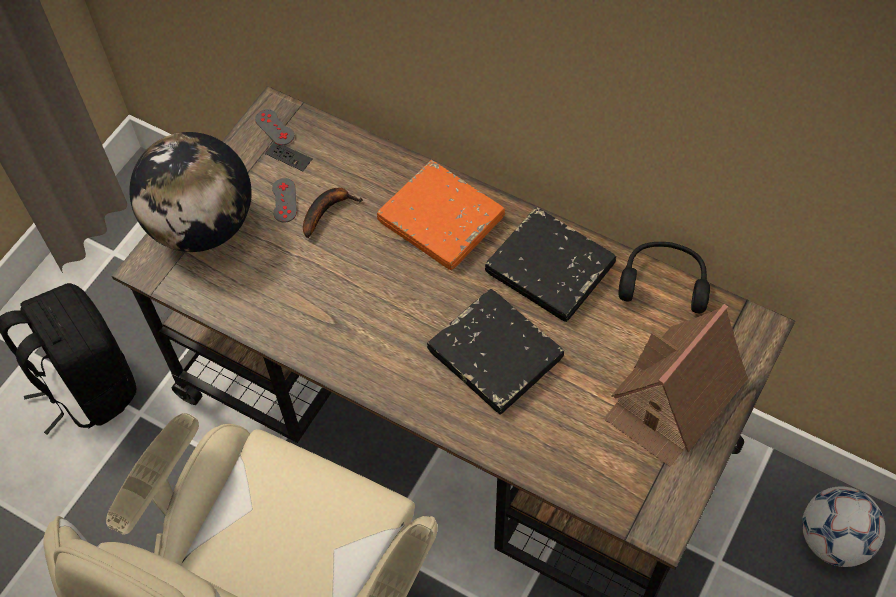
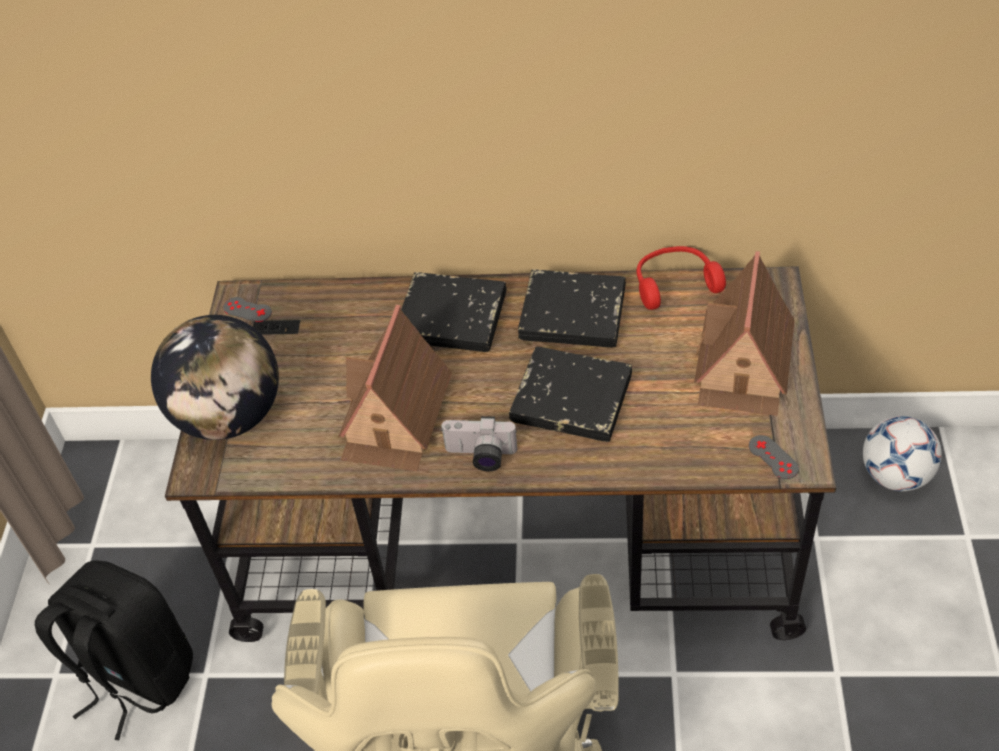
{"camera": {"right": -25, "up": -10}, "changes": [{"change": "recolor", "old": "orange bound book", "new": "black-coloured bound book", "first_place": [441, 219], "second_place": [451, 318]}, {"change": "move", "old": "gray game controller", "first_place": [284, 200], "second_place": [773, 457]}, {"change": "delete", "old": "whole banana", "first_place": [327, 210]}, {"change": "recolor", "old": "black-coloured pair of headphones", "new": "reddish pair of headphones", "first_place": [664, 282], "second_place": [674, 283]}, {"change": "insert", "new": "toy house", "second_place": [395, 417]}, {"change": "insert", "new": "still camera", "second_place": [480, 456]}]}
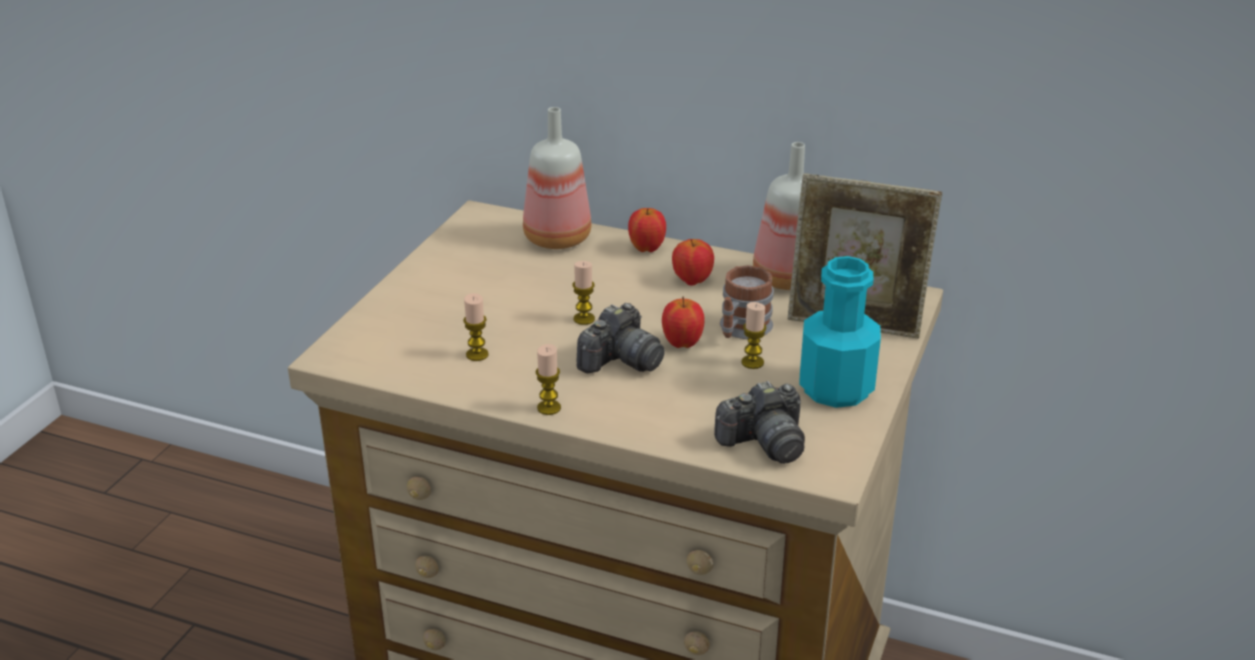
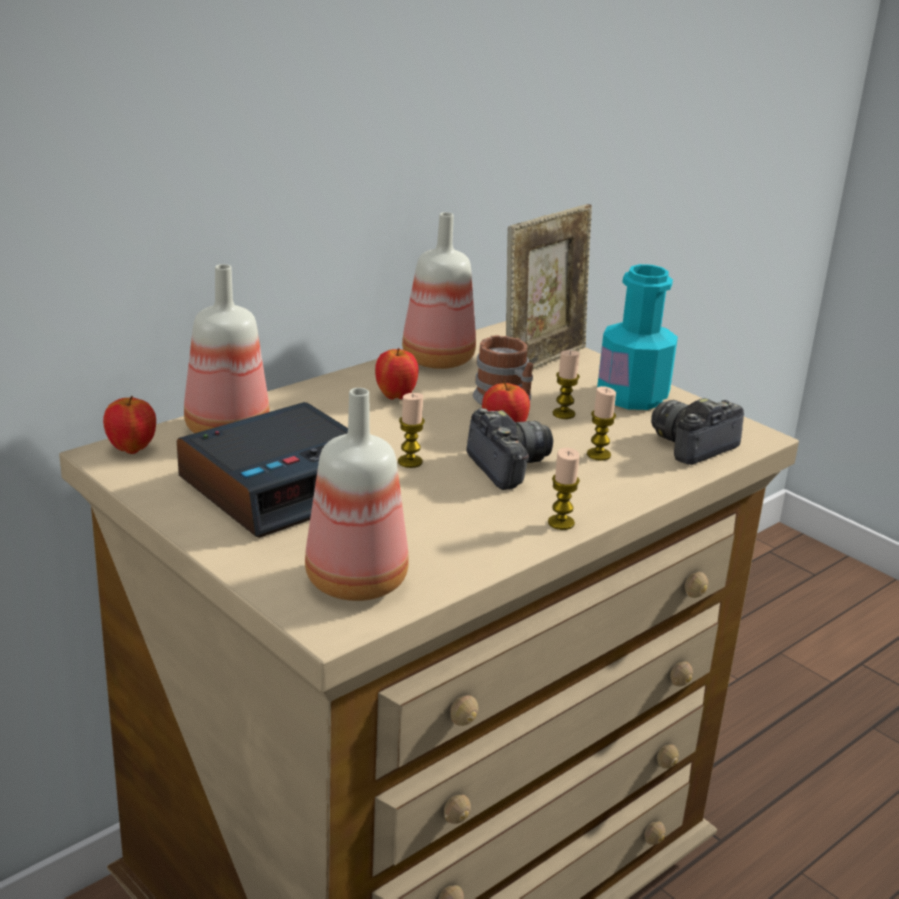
{"camera": {"right": -65, "up": -5}, "changes": [{"change": "move", "old": "whole apple", "first_place": [647, 249], "second_place": [131, 449]}, {"change": "move", "old": "candle", "first_place": [477, 355], "second_place": [598, 455]}, {"change": "rotate", "old": "still camera", "first_place": [764, 443], "second_place": [693, 446], "degrees": -135}, {"change": "insert", "new": "drink bottle", "second_place": [358, 580]}, {"change": "insert", "new": "alarm clock", "second_place": [281, 486]}]}
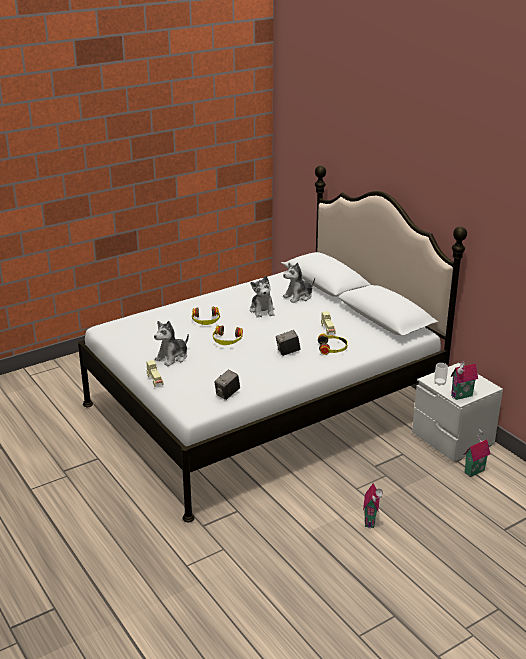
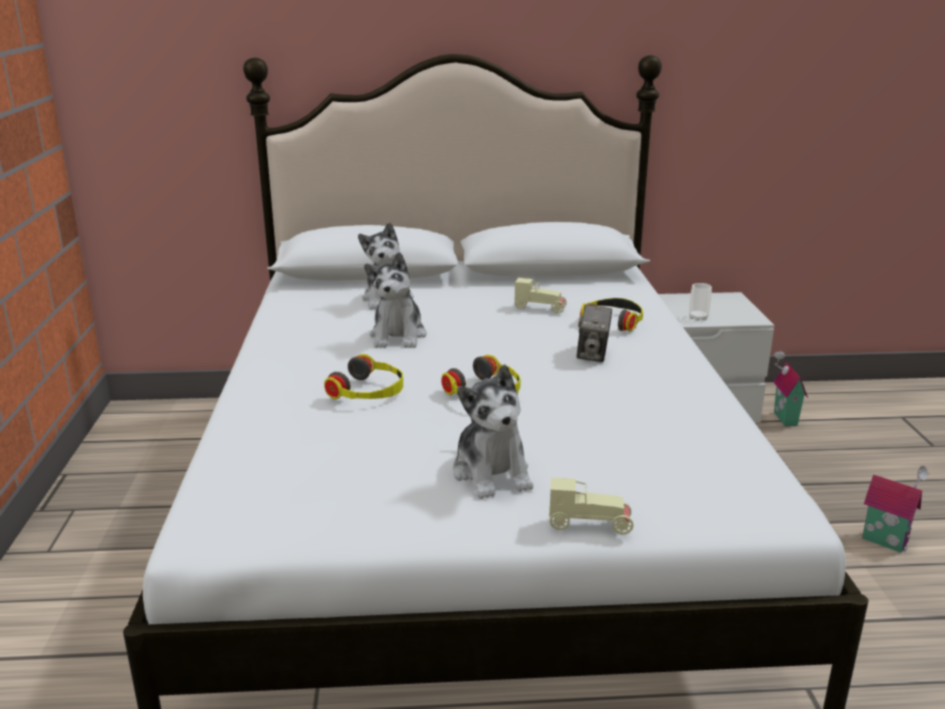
{"camera": {"right": -60, "up": -5}, "changes": [{"change": "rotate", "old": "cuddly toy", "first_place": [262, 310], "second_place": [398, 336], "degrees": 75}, {"change": "delete", "old": "toy house", "first_place": [462, 396]}, {"change": "delete", "old": "still camera", "first_place": [227, 394]}]}
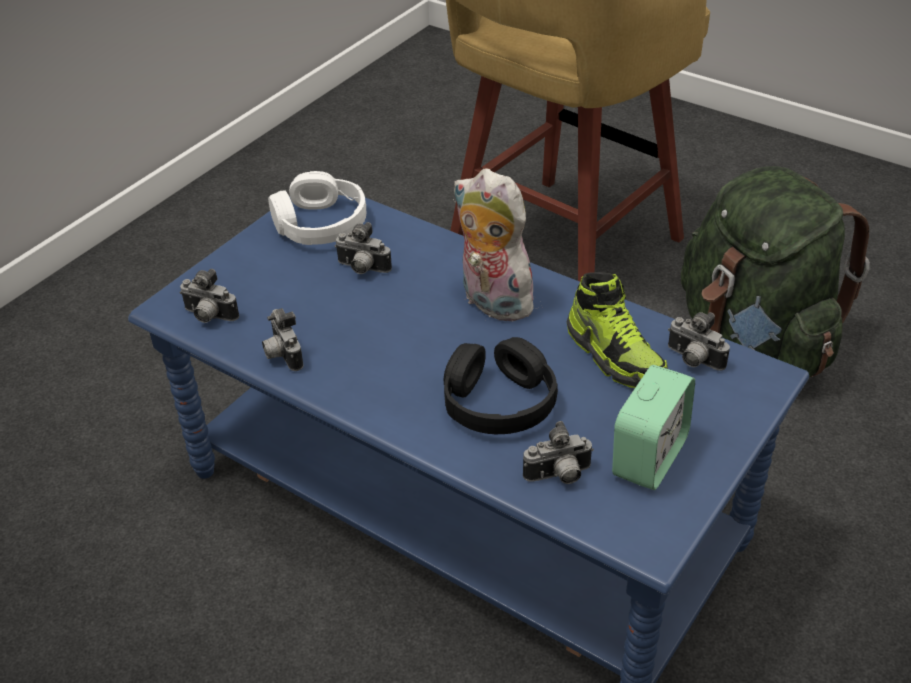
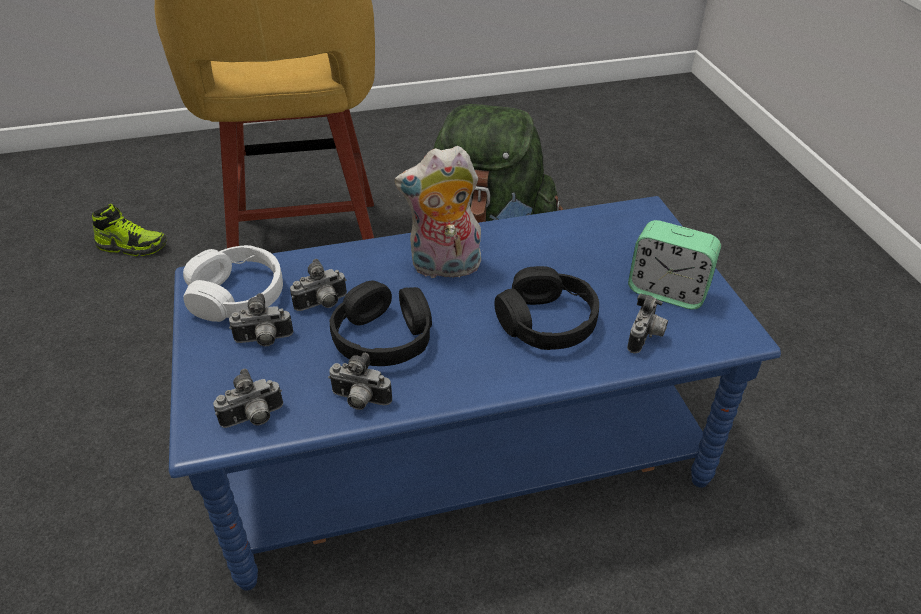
{"camera": {"right": -50, "up": 0}, "changes": [{"change": "move", "old": "item of footwear", "first_place": [615, 355], "second_place": [132, 246]}, {"change": "move", "old": "still camera", "first_place": [693, 360], "second_place": [264, 341]}, {"change": "rotate", "old": "alarm clock", "first_place": [649, 457], "second_place": [667, 291], "degrees": 135}, {"change": "insert", "new": "black-coloured pair of headphones", "second_place": [383, 337]}]}
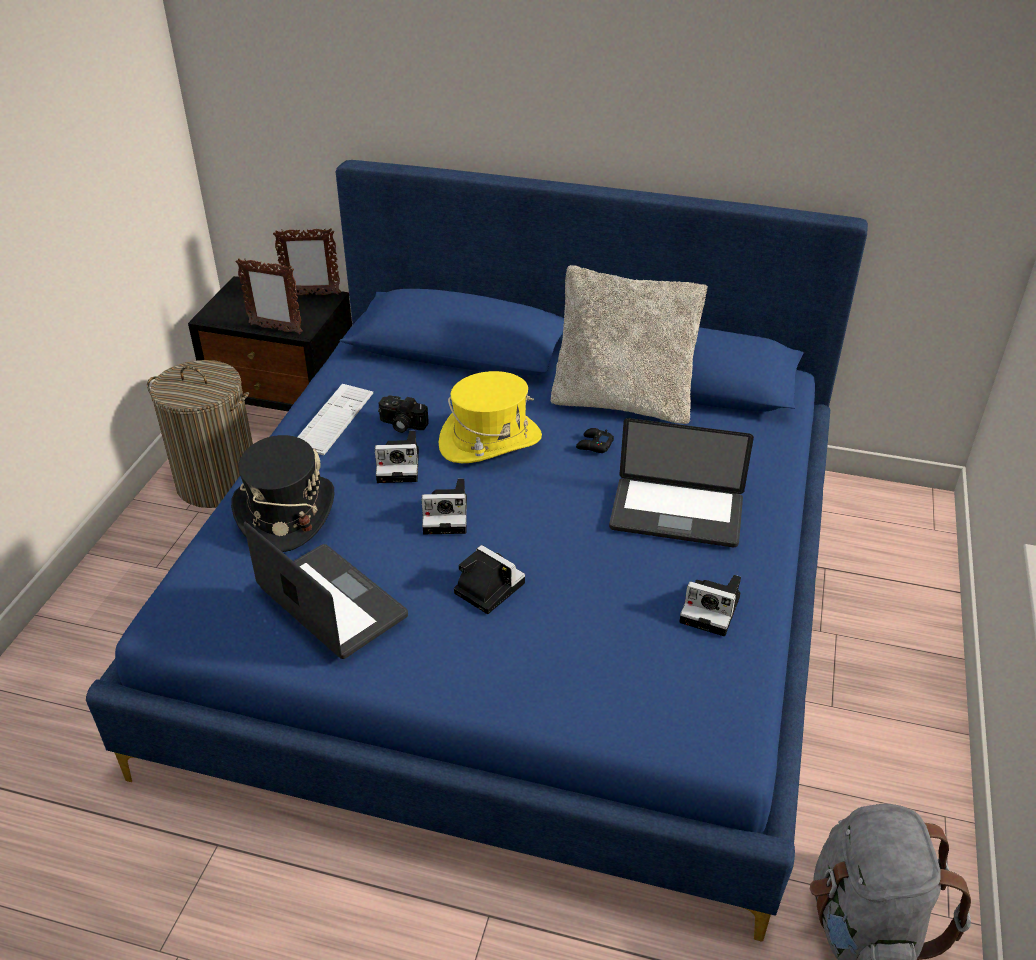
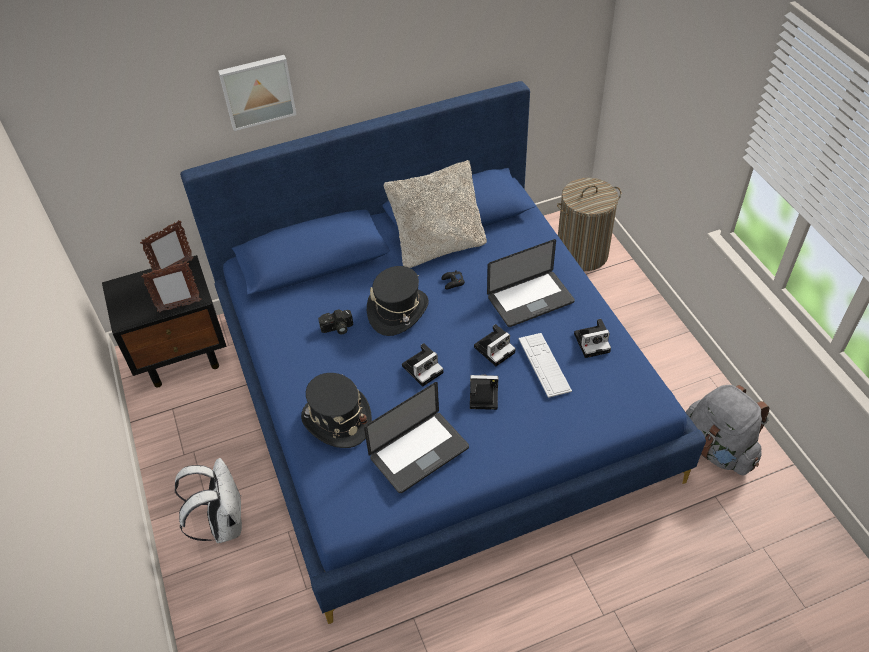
{"camera": {"right": -35, "up": 10}, "changes": [{"change": "move", "old": "washing basket", "first_place": [218, 482], "second_place": [582, 253]}, {"change": "recolor", "old": "yellowish clothing hat", "new": "black-coloured clothing hat", "first_place": [490, 441], "second_place": [398, 311]}, {"change": "move", "old": "keyboard", "first_place": [333, 419], "second_place": [544, 365]}, {"change": "move", "old": "still camera", "first_place": [400, 466], "second_place": [495, 348]}, {"change": "rotate", "old": "portable computer", "first_place": [332, 603], "second_place": [419, 453], "degrees": 135}, {"change": "insert", "new": "wall picture", "second_place": [257, 91]}, {"change": "insert", "new": "white-coloured knapsack", "second_place": [223, 523]}]}
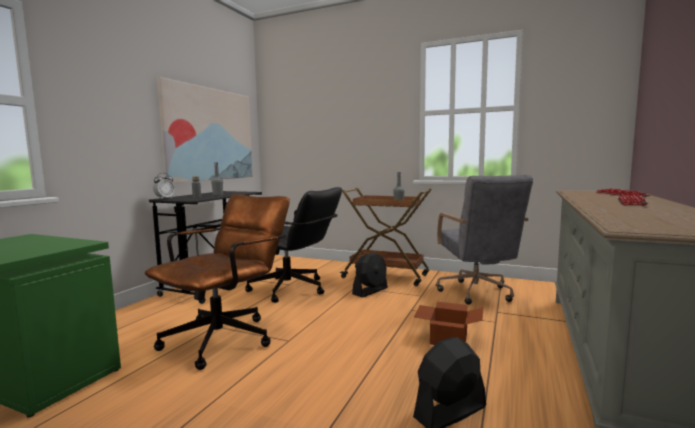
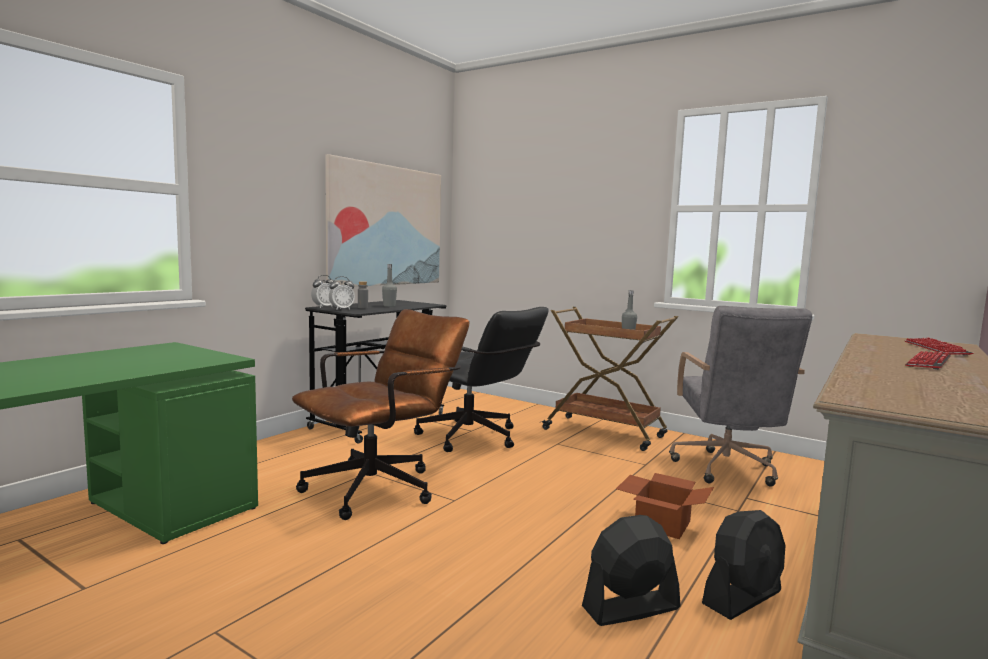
{"camera": {"right": 10, "up": 0}, "changes": [{"change": "move", "old": "black-coloured cooling fan", "first_place": [370, 291], "second_place": [742, 598]}, {"change": "insert", "new": "alarm clock", "second_place": [341, 309]}]}
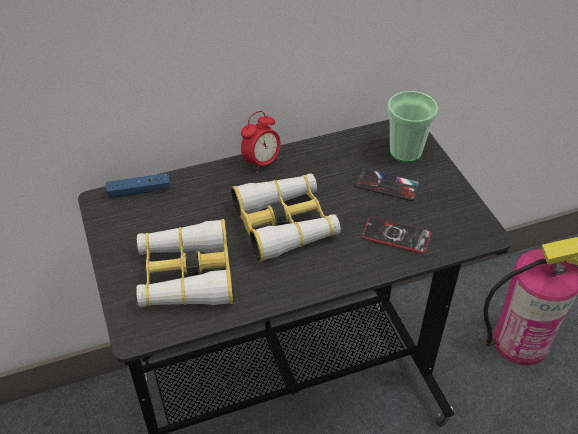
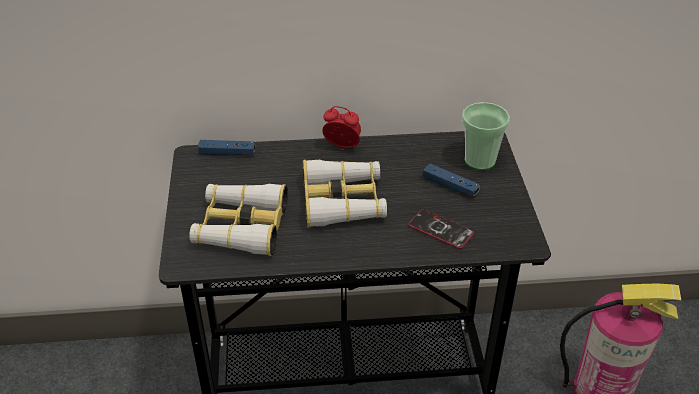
{"camera": {"right": 15, "up": -5}, "changes": [{"change": "rotate", "old": "alarm clock", "first_place": [261, 162], "second_place": [342, 148], "degrees": -135}, {"change": "replace", "old": "handset", "new": "blue game controller", "first_place": [387, 185], "second_place": [450, 186]}]}
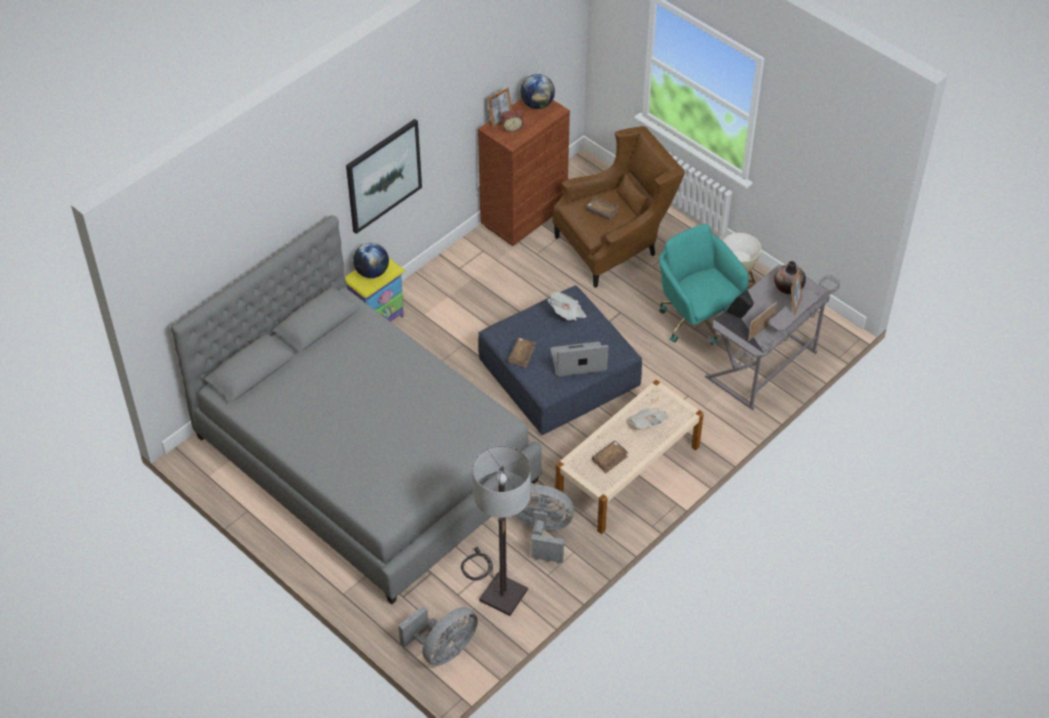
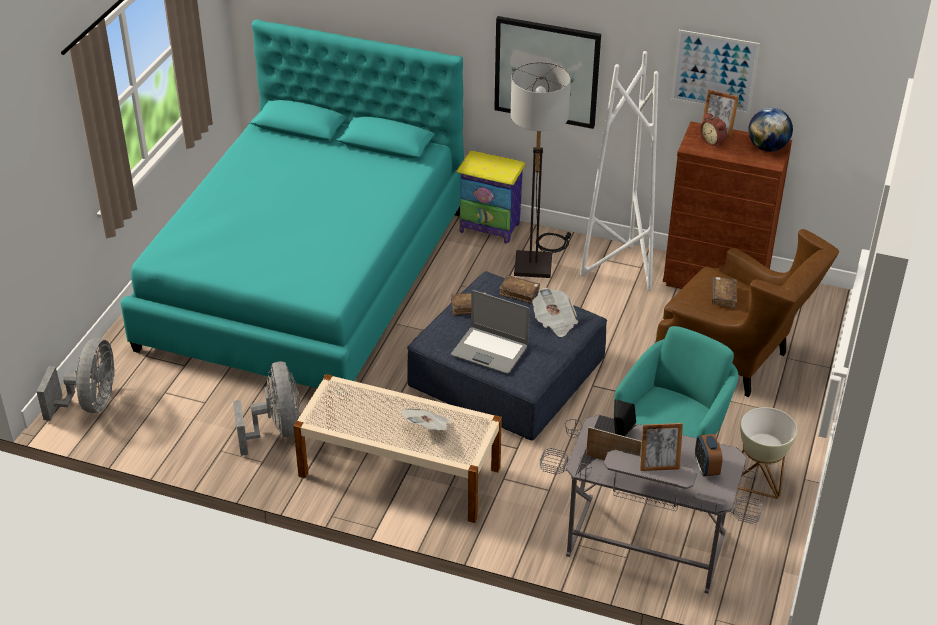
{"camera": {"right": 65, "up": -10}, "changes": [{"change": "recolor", "old": "gray bed", "new": "blue-green bed", "first_place": [366, 458], "second_place": [307, 277]}, {"change": "delete", "old": "globe", "first_place": [372, 272]}, {"change": "replace", "old": "flower vase", "new": "alarm clock", "first_place": [788, 287], "second_place": [706, 468]}, {"change": "rotate", "old": "portable computer", "first_place": [578, 361], "second_place": [490, 350], "degrees": 150}, {"change": "move", "old": "brown-coloured bound book", "first_place": [609, 459], "second_place": [519, 293]}, {"change": "move", "old": "floor lamp", "first_place": [495, 587], "second_place": [539, 259]}, {"change": "rotate", "old": "gray cooling fan", "first_place": [443, 649], "second_place": [91, 404], "degrees": -105}, {"change": "insert", "new": "wall picture", "second_place": [714, 71]}, {"change": "insert", "new": "white-coloured clothes rack", "second_place": [621, 271]}]}
